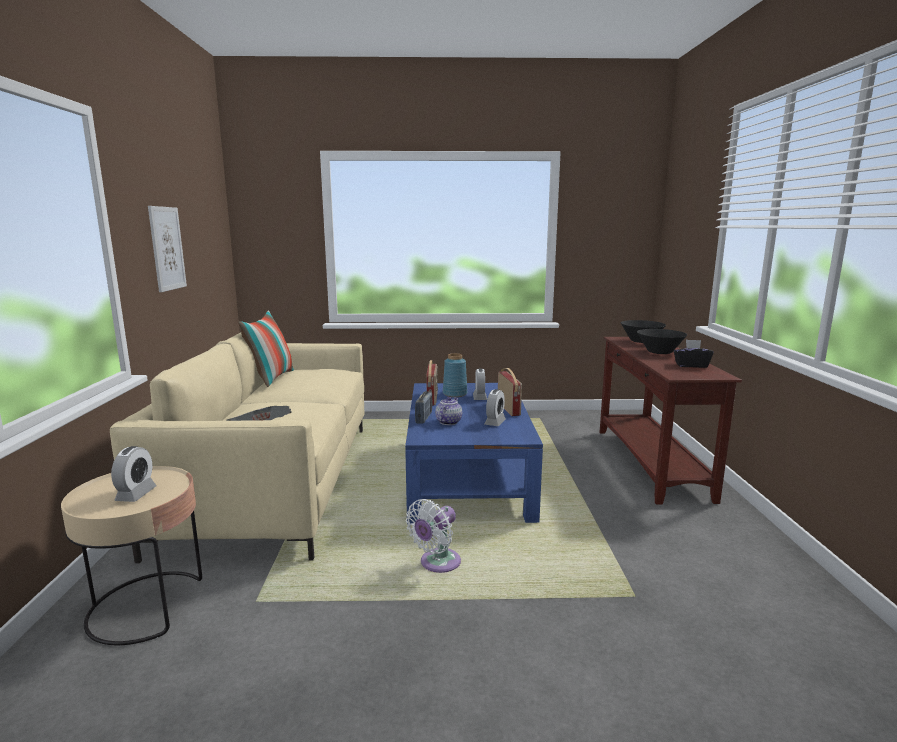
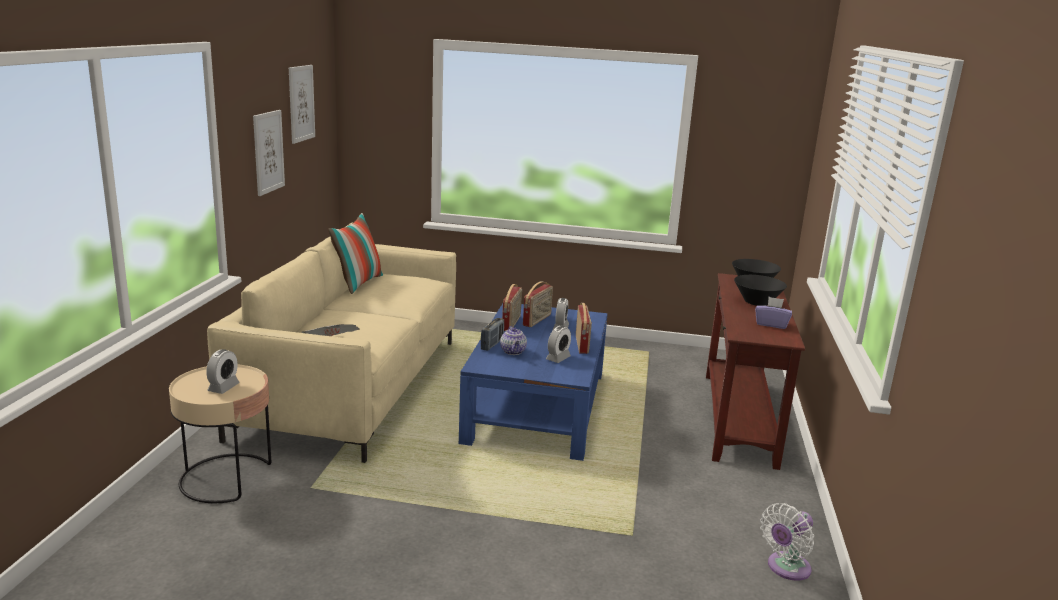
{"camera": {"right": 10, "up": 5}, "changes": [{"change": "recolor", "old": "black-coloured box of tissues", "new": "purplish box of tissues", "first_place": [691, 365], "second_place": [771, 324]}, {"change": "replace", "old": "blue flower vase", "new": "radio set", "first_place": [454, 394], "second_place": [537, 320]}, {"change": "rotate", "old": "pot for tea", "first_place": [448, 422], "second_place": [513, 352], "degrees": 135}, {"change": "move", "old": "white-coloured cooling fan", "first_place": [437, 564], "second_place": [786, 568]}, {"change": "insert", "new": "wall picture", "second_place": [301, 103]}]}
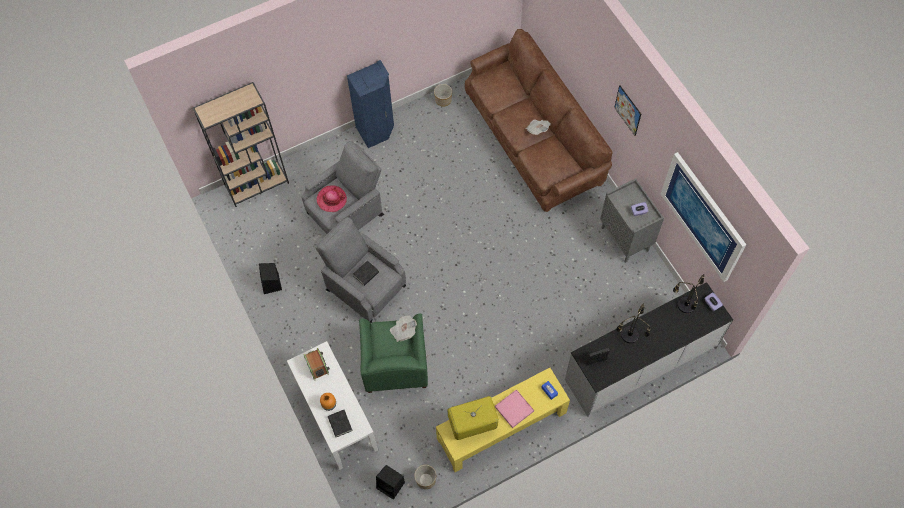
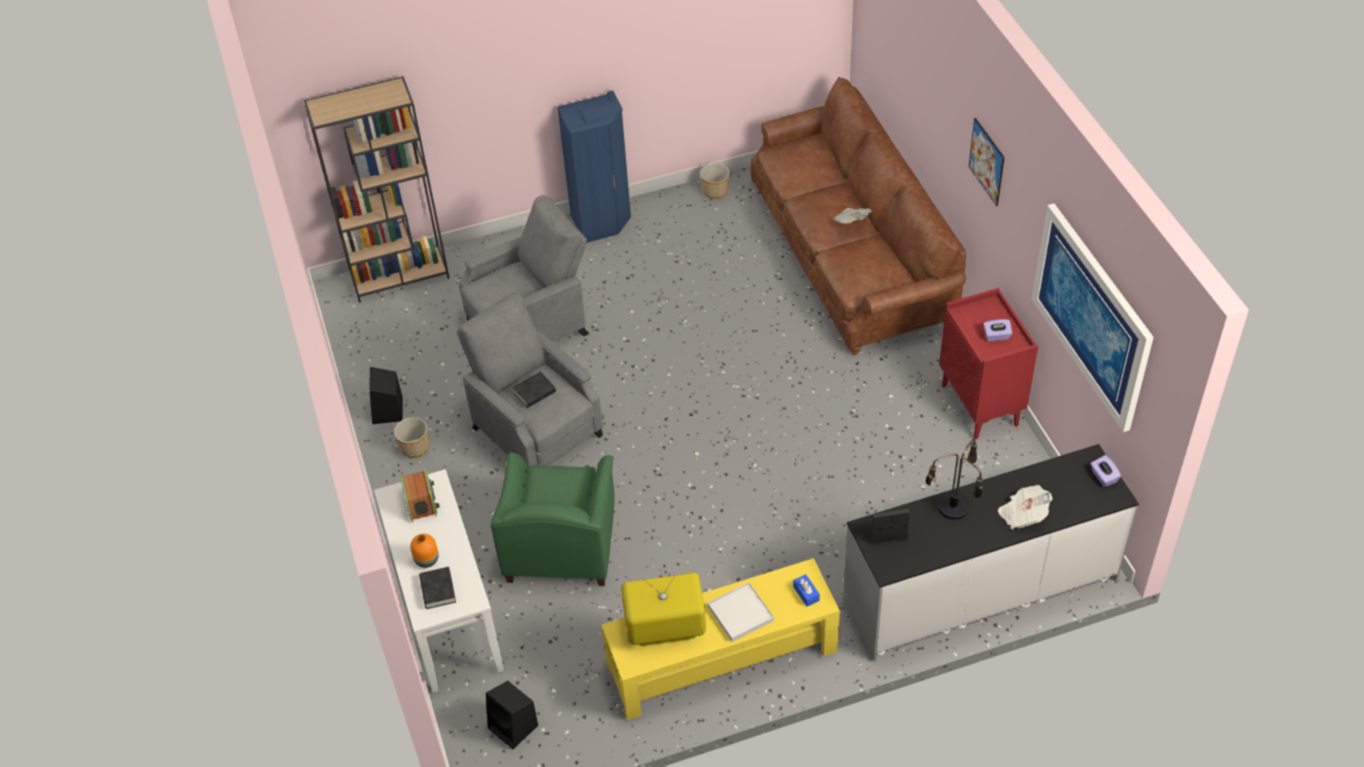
{"camera": {"right": 10, "up": -15}, "changes": [{"change": "recolor", "old": "gray storage cabinet", "new": "reddish storage cabinet", "first_place": [625, 239], "second_place": [980, 405]}, {"change": "delete", "old": "clothing hat", "first_place": [331, 199]}, {"change": "delete", "old": "tabletop lamp", "first_place": [685, 304]}, {"change": "move", "old": "newspaper", "first_place": [403, 331], "second_place": [1023, 515]}, {"change": "recolor", "old": "pink-coloured carrying tray", "new": "white-coloured carrying tray", "first_place": [514, 409], "second_place": [740, 614]}, {"change": "move", "old": "flower pot", "first_place": [425, 480], "second_place": [414, 448]}]}
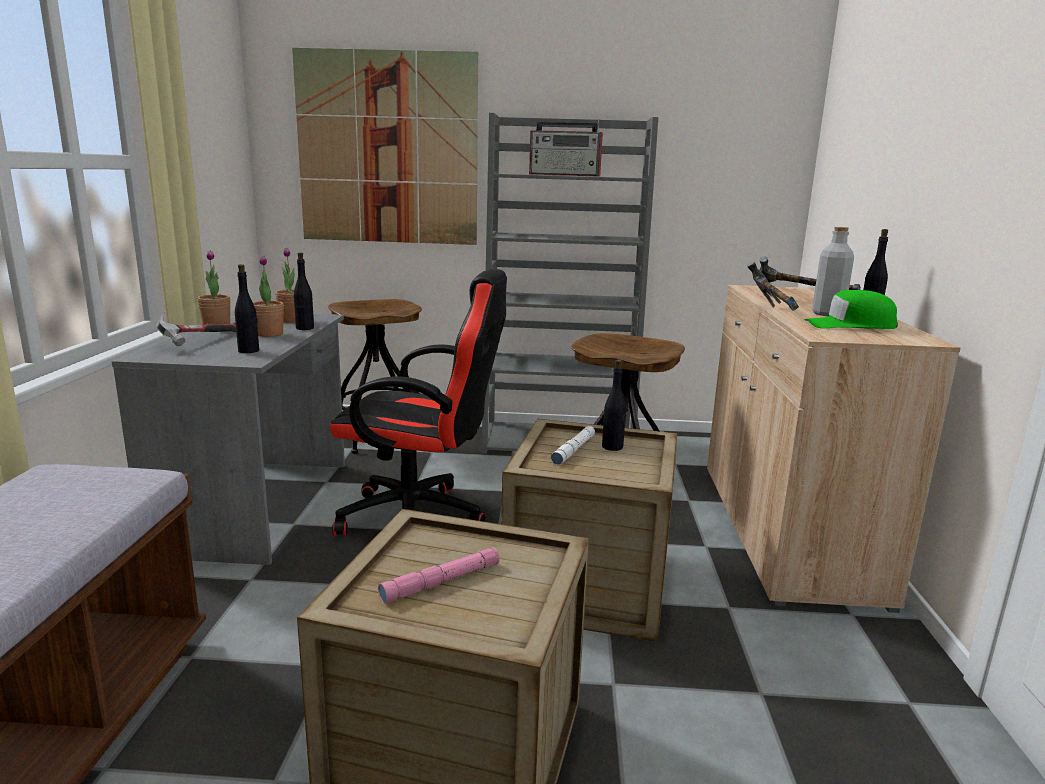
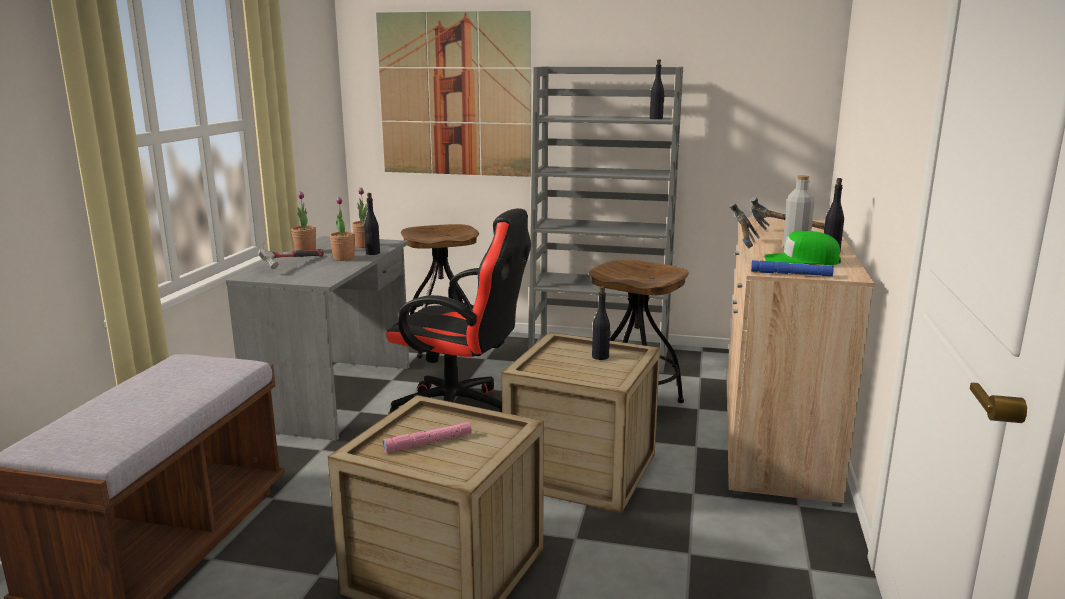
{"camera": {"right": 10, "up": 0}, "changes": [{"change": "delete", "old": "radio set", "first_place": [565, 175]}, {"change": "move", "old": "black-coloured drink bottle", "first_place": [249, 351], "second_place": [656, 118]}, {"change": "delete", "old": "white-coloured torch", "first_place": [573, 450]}, {"change": "insert", "new": "blue torch", "second_place": [791, 274]}]}
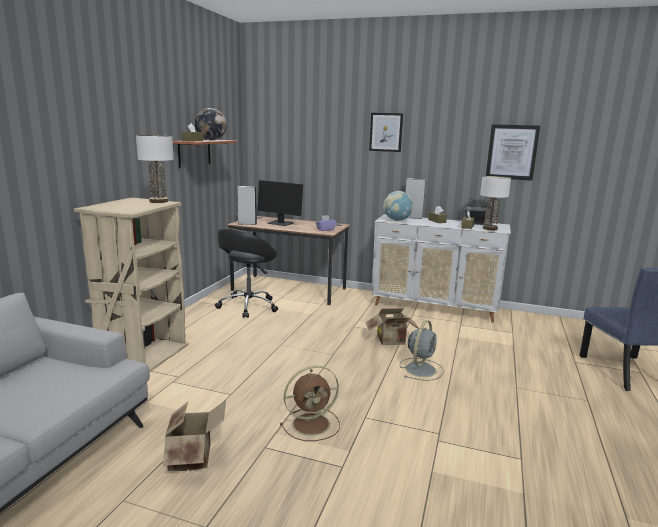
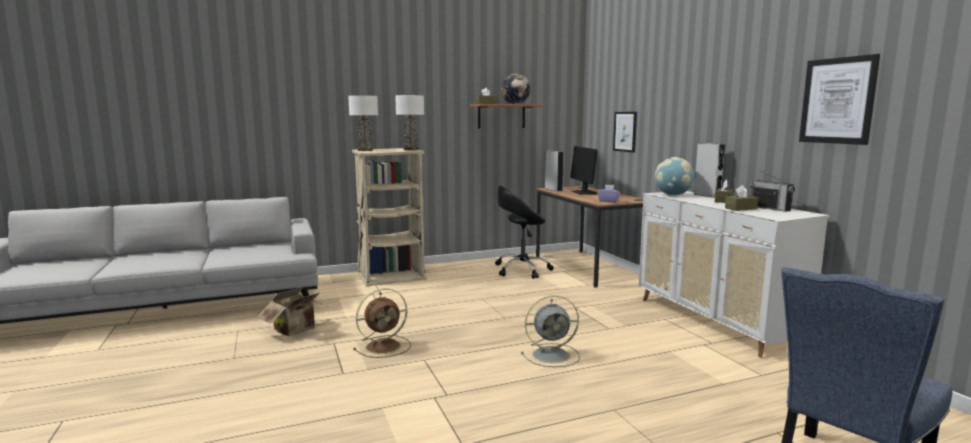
{"camera": {"right": 50, "up": -5}, "changes": [{"change": "move", "old": "wall picture", "first_place": [386, 132], "second_place": [625, 131]}, {"change": "move", "old": "tabletop lamp", "first_place": [490, 229], "second_place": [365, 150]}, {"change": "delete", "old": "carton", "first_place": [392, 342]}, {"change": "rotate", "old": "brown-coloured cooling fan", "first_place": [312, 424], "second_place": [385, 346], "degrees": -60}]}
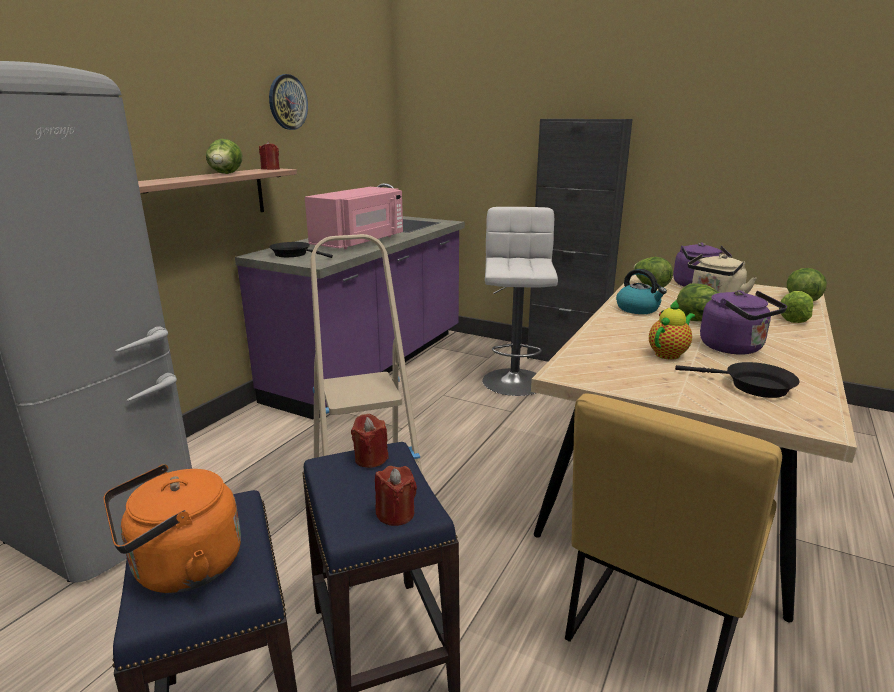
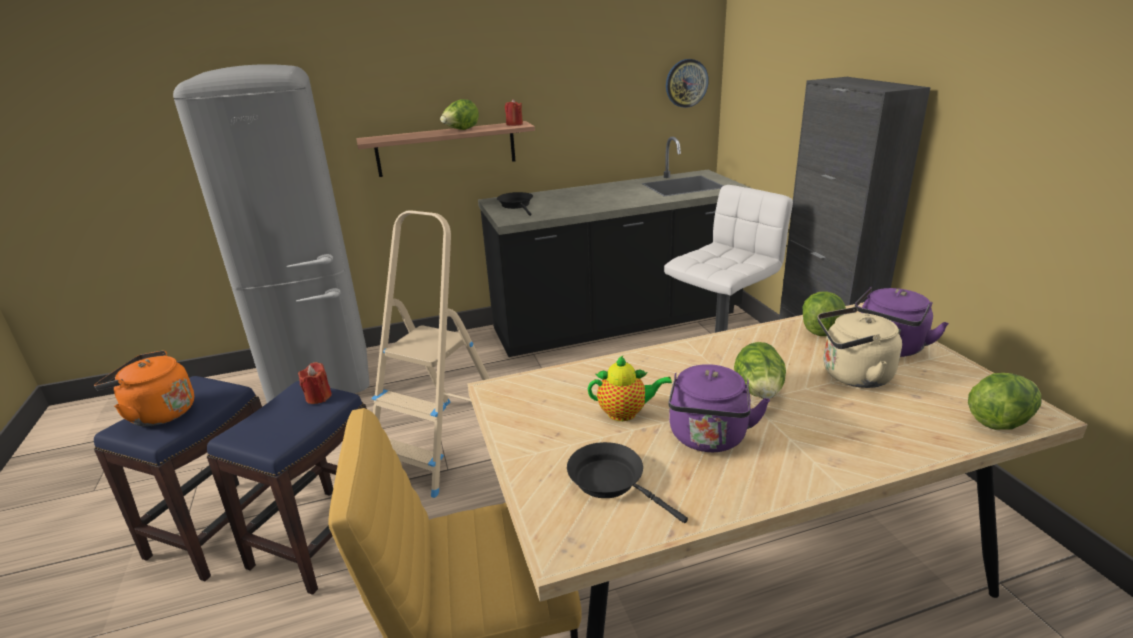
{"camera": {"right": 45, "up": 5}, "changes": [{"change": "move", "old": "clock on the wall", "first_place": [287, 102], "second_place": [686, 83]}, {"change": "recolor", "old": "purplish kitchen base unit", "new": "black-coloured kitchen base unit", "first_place": [372, 365], "second_place": [616, 323]}, {"change": "delete", "old": "pink-coloured microwave", "first_place": [360, 242]}, {"change": "delete", "old": "kettle", "first_place": [638, 309]}, {"change": "delete", "old": "lettuce head", "first_place": [795, 318]}, {"change": "rotate", "old": "black-coloured pan", "first_place": [752, 386], "second_place": [611, 482], "degrees": 150}, {"change": "delete", "old": "reddish candle", "first_place": [395, 514]}]}
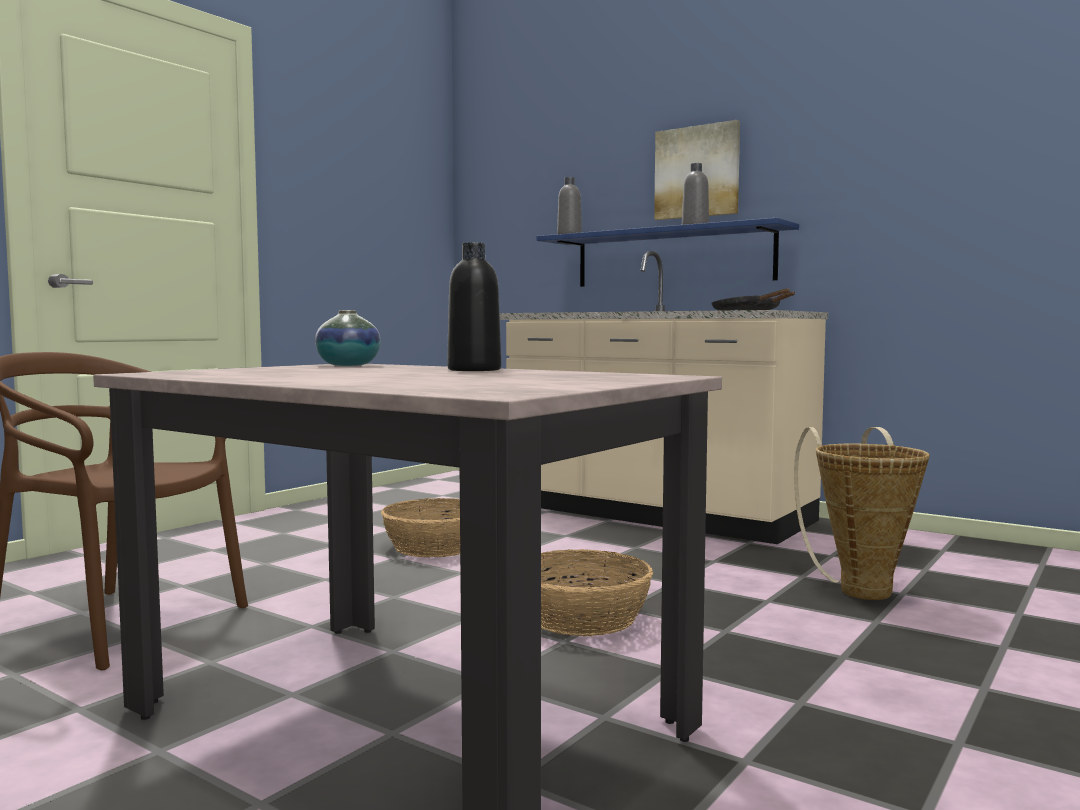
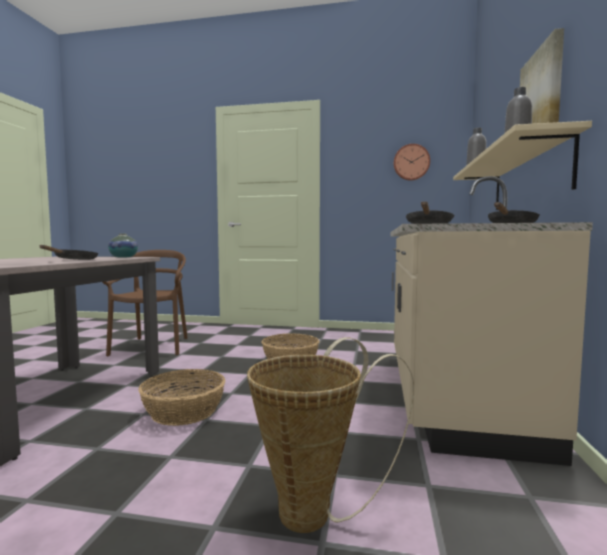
{"camera": {"right": 65, "up": 0}, "changes": [{"change": "recolor", "old": "blue wall shelf", "new": "beige wall shelf", "first_place": [672, 258], "second_place": [528, 179]}, {"change": "replace", "old": "black-coloured drink bottle", "new": "black-coloured pan", "first_place": [474, 370], "second_place": [73, 260]}, {"change": "insert", "new": "clock on the wall", "second_place": [411, 162]}]}
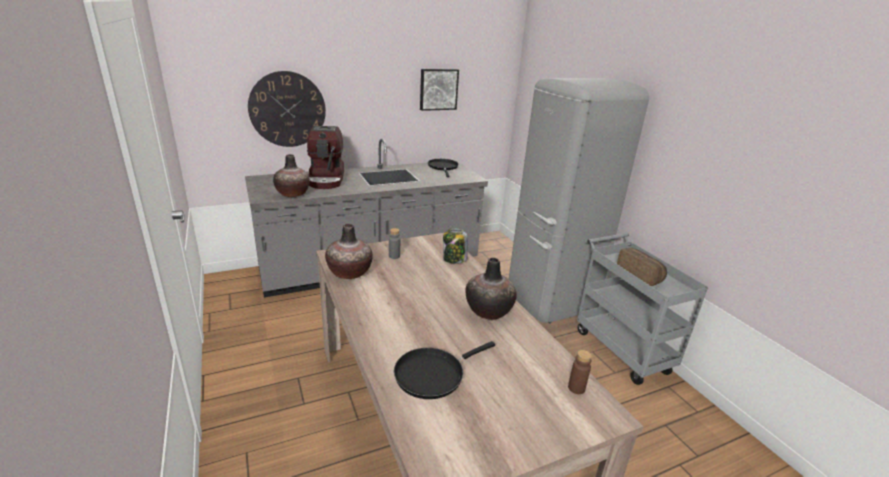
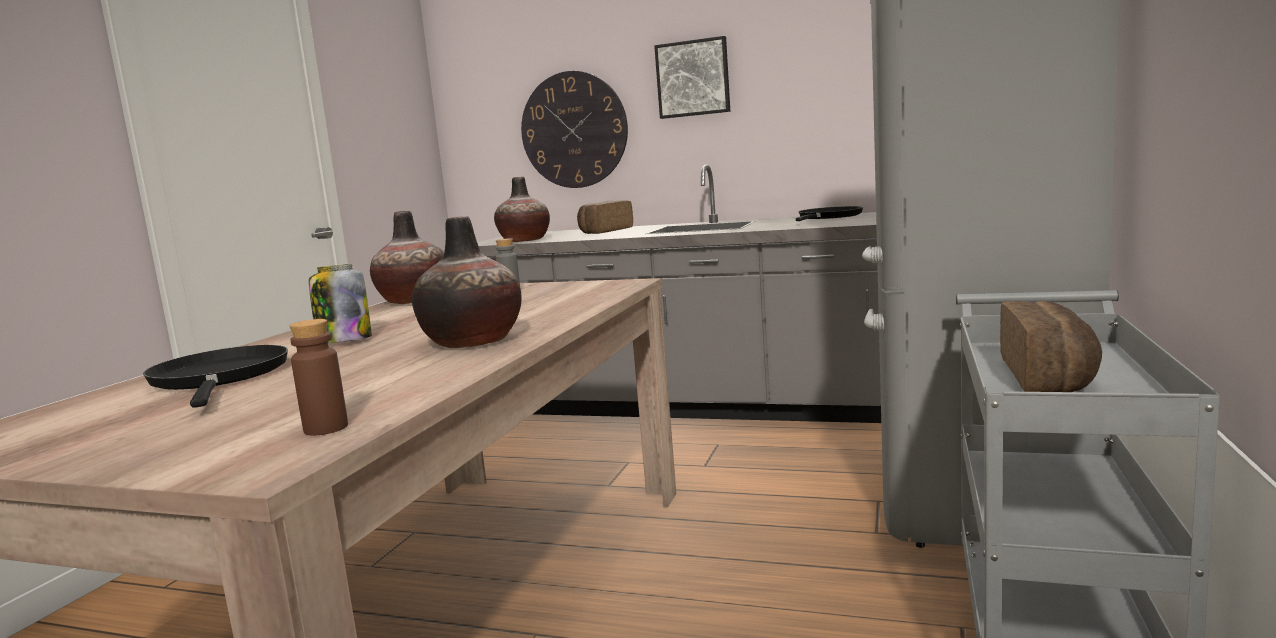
{"camera": {"right": 45, "up": -15}, "changes": [{"change": "move", "old": "wall picture", "first_place": [438, 89], "second_place": [693, 78]}, {"change": "replace", "old": "coffee brewer", "new": "baked bread", "first_place": [327, 179], "second_place": [604, 231]}, {"change": "move", "old": "jar", "first_place": [454, 259], "second_place": [344, 341]}, {"change": "rotate", "old": "black-coloured pan", "first_place": [433, 374], "second_place": [220, 378], "degrees": 60}]}
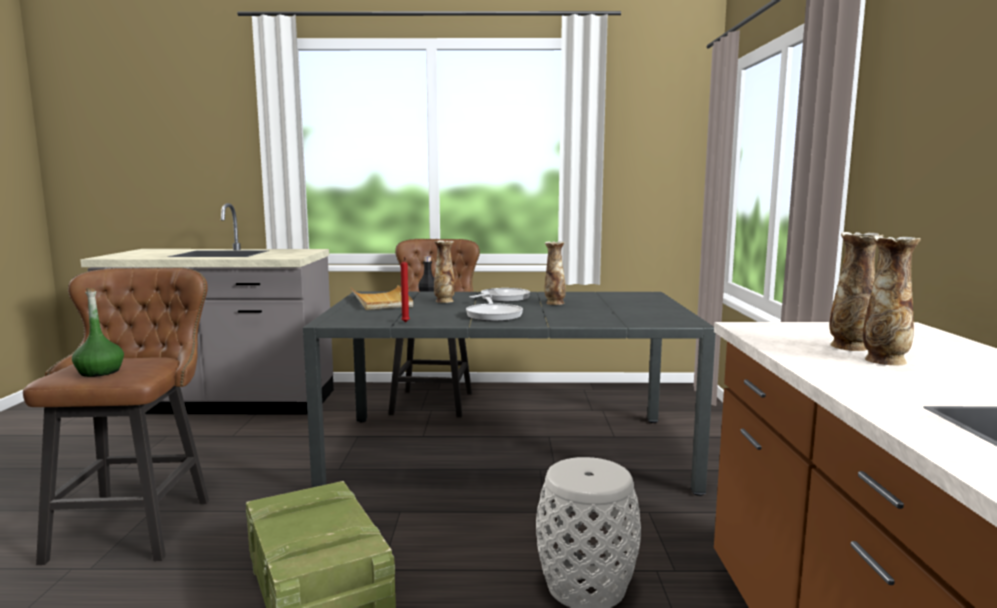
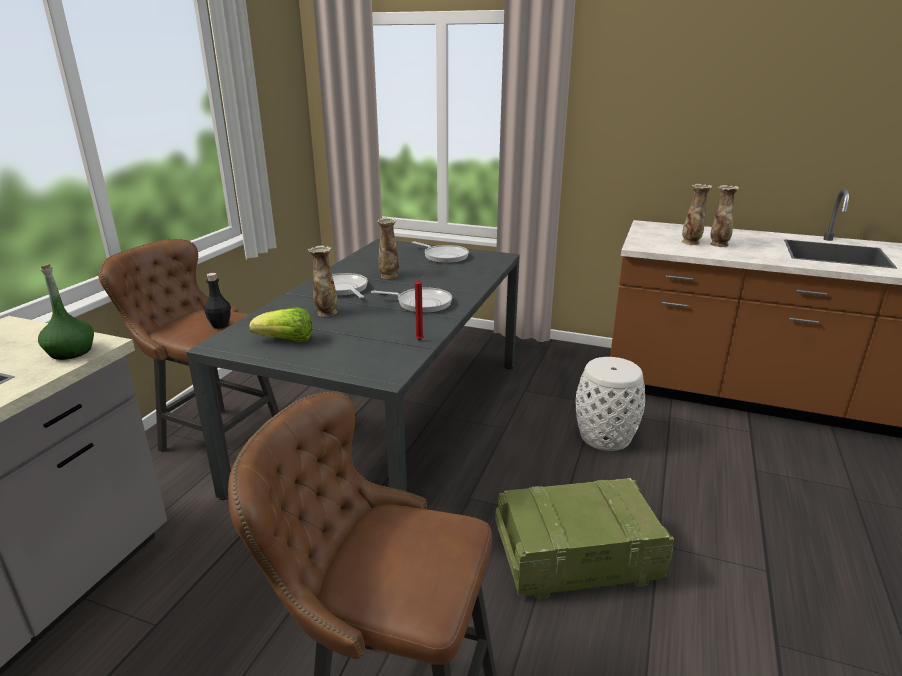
{"camera": {"right": -70, "up": 15}, "changes": [{"change": "replace", "old": "beige carrying tray", "new": "lettuce head", "first_place": [382, 301], "second_place": [286, 341]}, {"change": "move", "old": "greenish drink bottle", "first_place": [100, 372], "second_place": [70, 352]}, {"change": "insert", "new": "pan", "second_place": [444, 256]}]}
